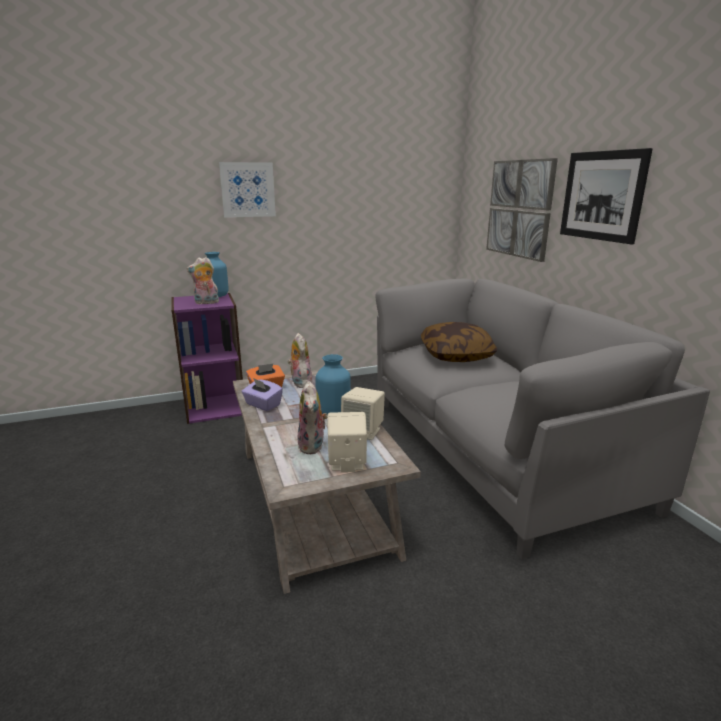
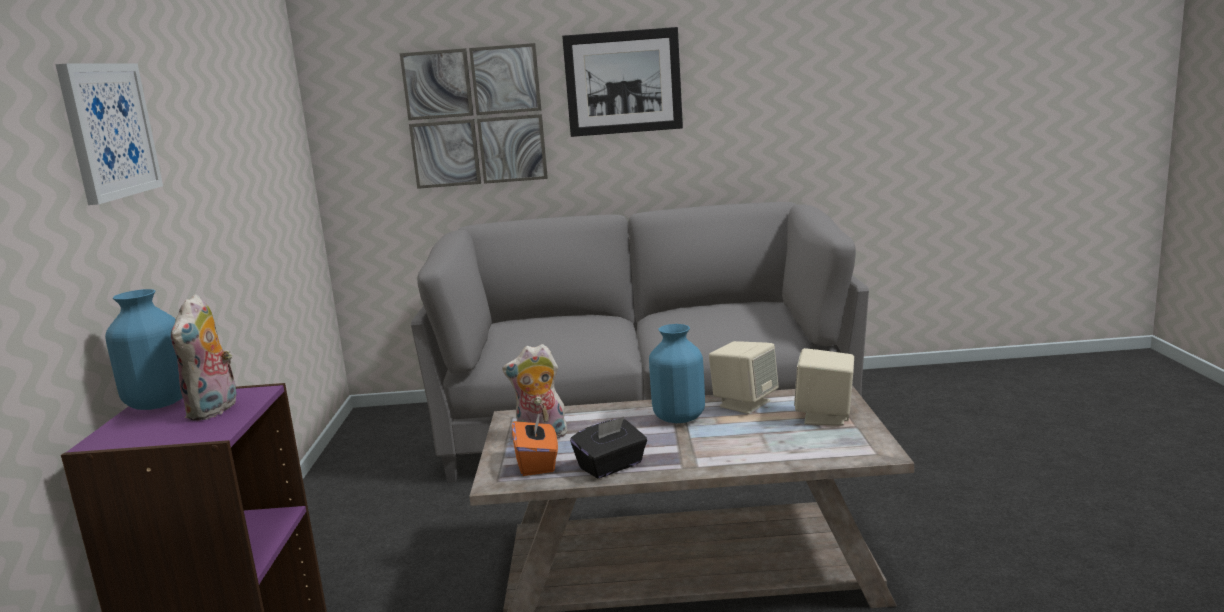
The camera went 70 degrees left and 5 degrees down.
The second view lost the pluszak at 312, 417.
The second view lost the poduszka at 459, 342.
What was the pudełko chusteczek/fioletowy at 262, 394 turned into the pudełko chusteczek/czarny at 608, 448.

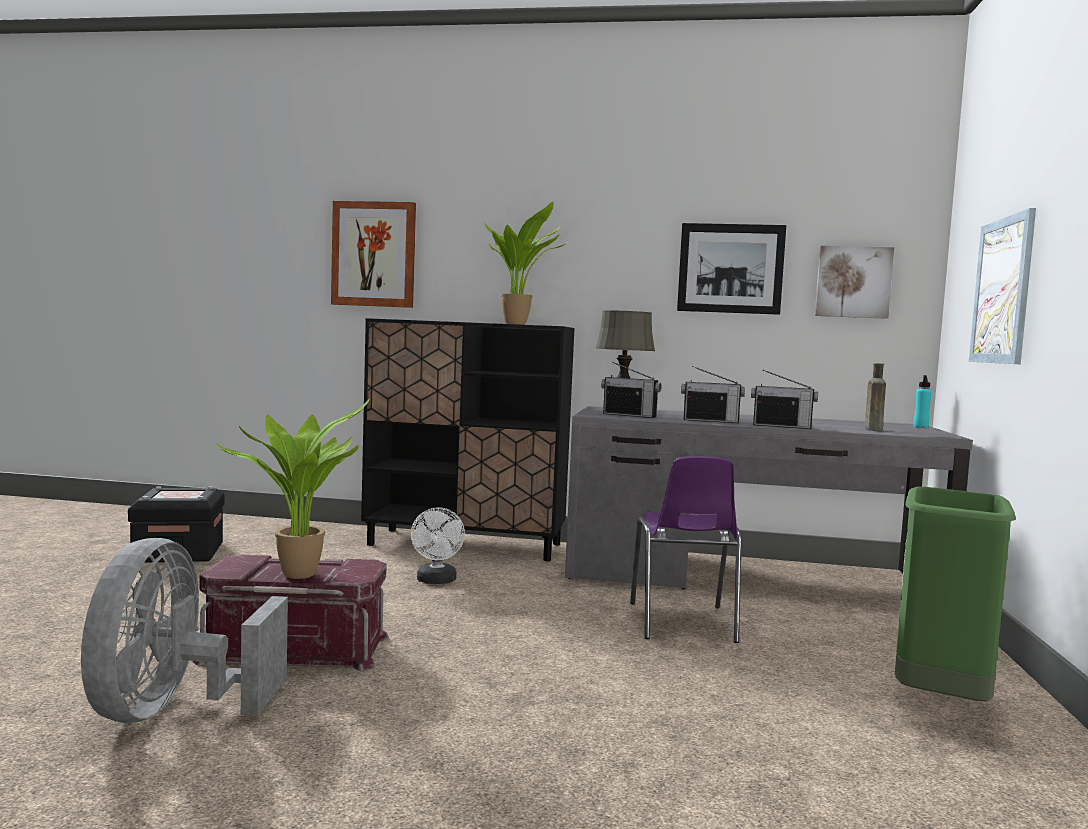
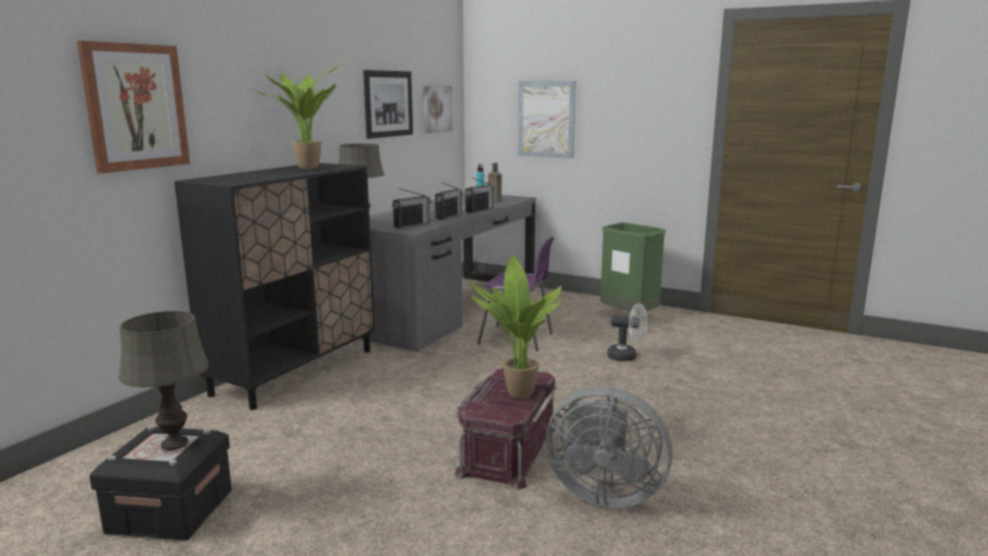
The camera went 70 degrees left and 10 degrees up.
The second view gained the lampa stołowa/szary at 163, 380.
The wentylator/biały ended up elsewhere, having gone from 438, 545 to 627, 332.

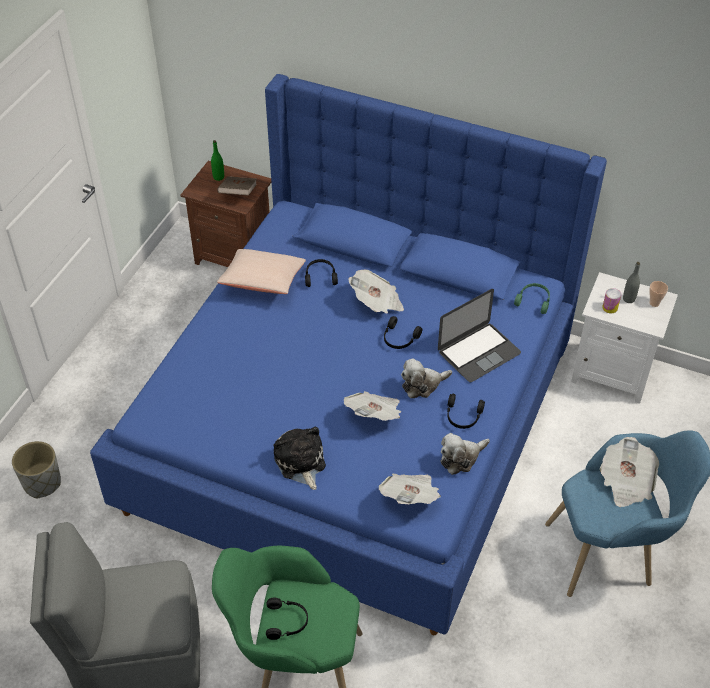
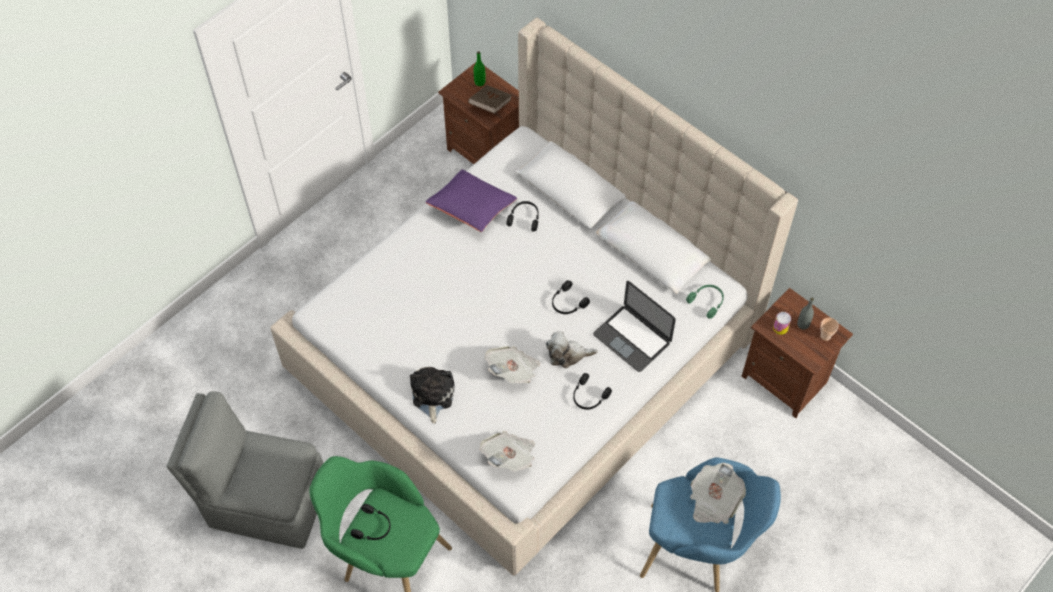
The camera went 20 degrees right and 10 degrees up.
The second view lost the donica/szary at 36, 470.
The second view lost the gazeta at 376, 291.
The second view lost the pluszak at 465, 454.
What was the łóżko/niebieski at 348, 354 turned into the łóżko/beżowy at 534, 297.
What was the poduszka/beżowy at 261, 271 turned into the poduszka/fioletowy at 471, 200.
What was the szafka nocna/biały at 624, 338 turned into the szafka nocna/brązowy at 797, 353.
The laptop at 479, 335 ended up facing another way, 60 degrees clockwise from before.

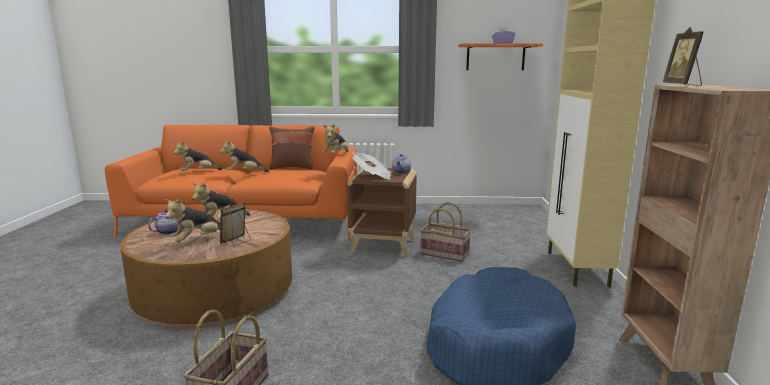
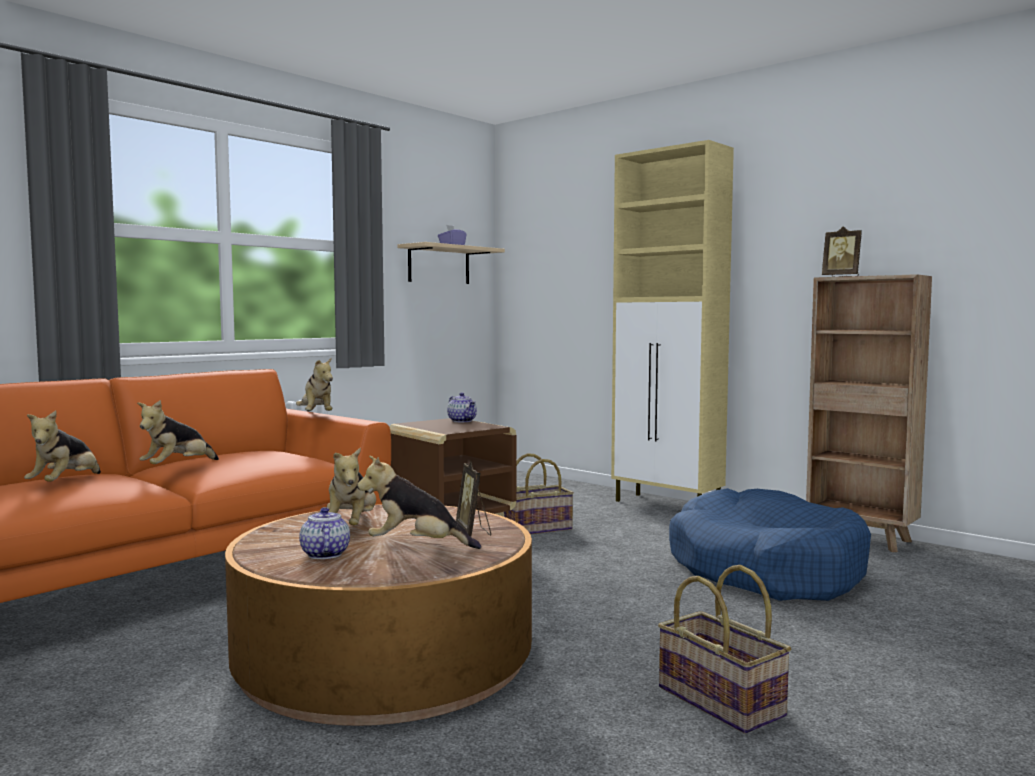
The camera went 50 degrees left and 10 degrees down.
The second view lost the poduszka/brązowy at 291, 148.
The second view lost the gazeta at 372, 166.
What was the półka/pomarańczowy at 500, 56 turned into the półka/beżowy at 451, 263.
The pluszak at 192, 220 ended up facing another way, 105 degrees clockwise from before.

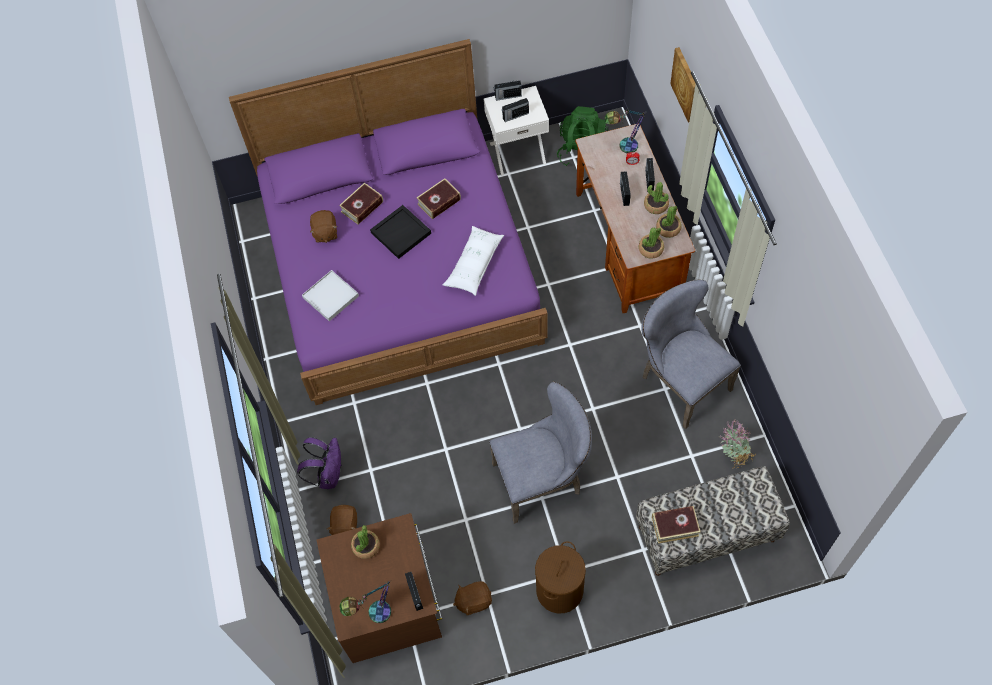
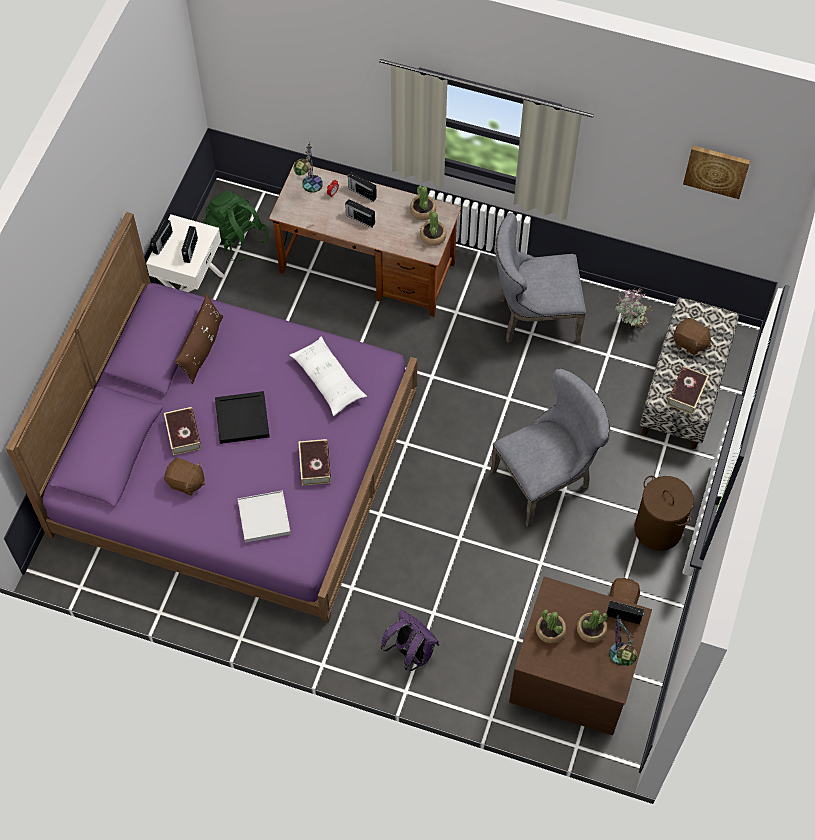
The camera went 60 degrees left and 0 degrees up.
The second view gained the poduszka/brązowy at 199, 339.
The pluszak/brązowy ended up elsewhere, having gone from 342, 520 to 692, 336.
The książka ended up elsewhere, having gone from 439, 198 to 314, 462.
The roślina doniczkowa ended up elsewhere, having gone from 656, 198 to 592, 626.
The obraz ended up elsewhere, having gone from 683, 85 to 717, 172.
The krzesło/szary at 540, 453 ended up facing another way, 45 degrees clockwise from before.

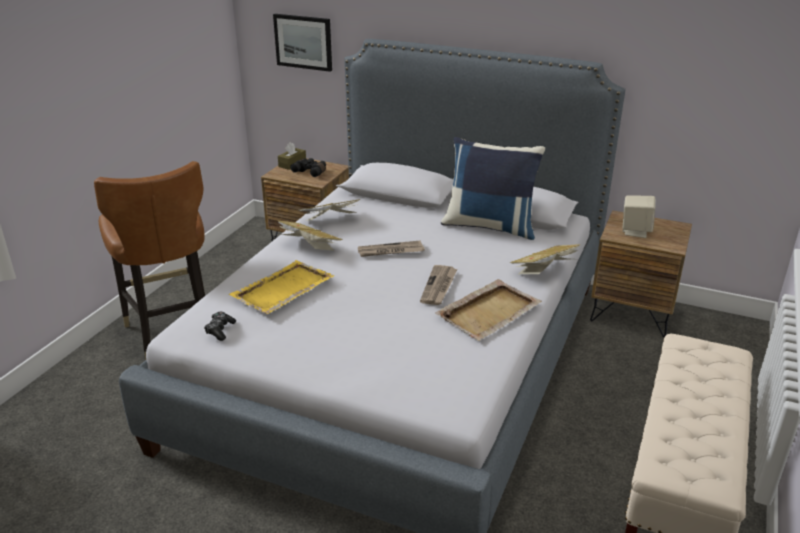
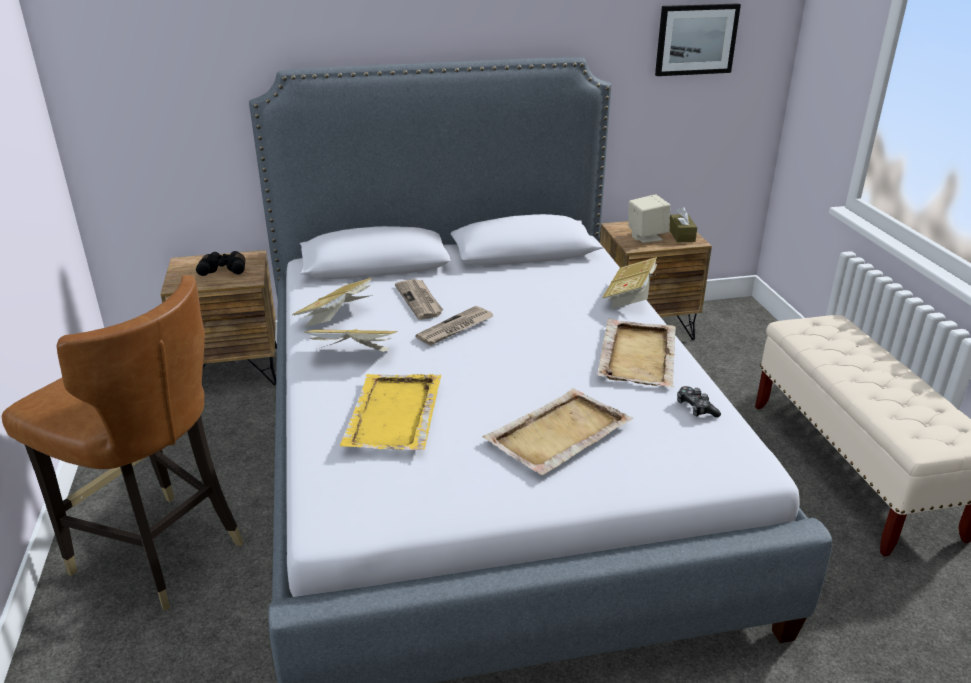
The camera went 35 degrees left and 0 degrees up.
The second view lost the poduszka/niebieski at 493, 188.
The second view gained the taca/beżowy at 558, 431.
The pad do gier ended up elsewhere, having gone from 220, 326 to 699, 402.
The obraz ended up elsewhere, having gone from 302, 43 to 698, 39.
The pudełko chusteczek/brązowy ended up elsewhere, having gone from 292, 156 to 683, 224.
The gazeta ended up elsewhere, having gone from 438, 285 to 419, 299.

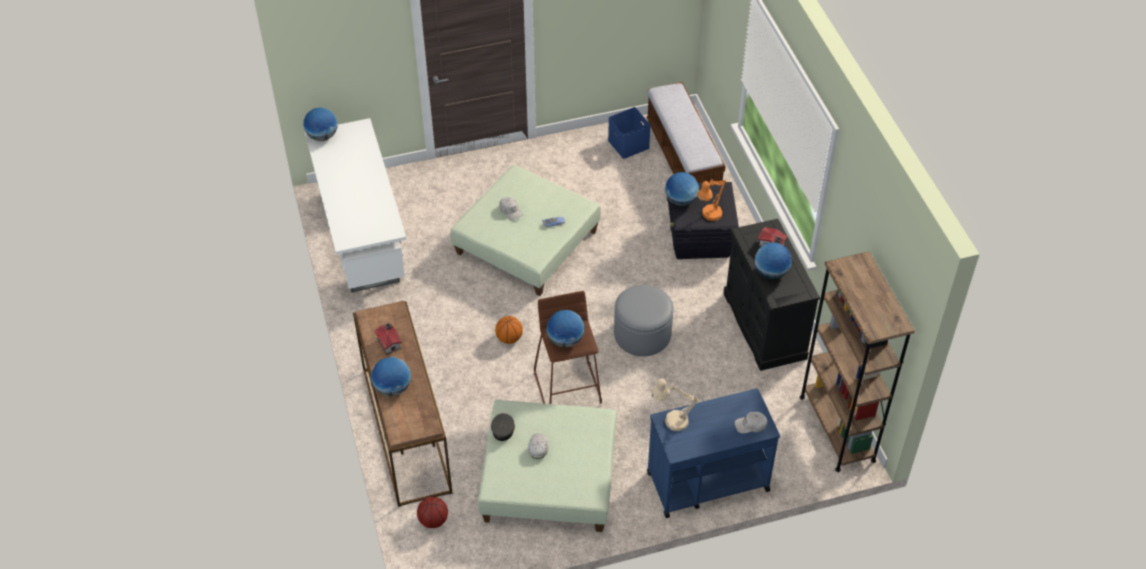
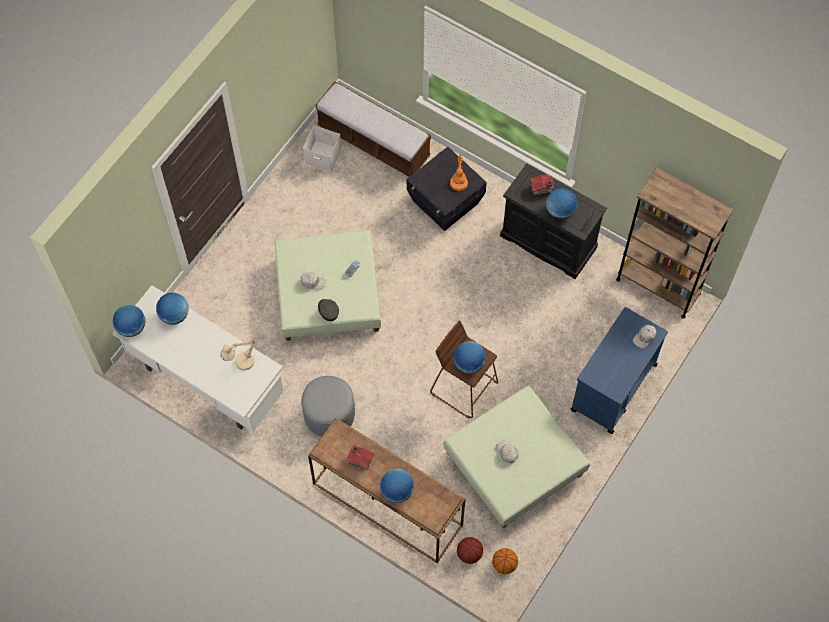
The camera went 40 degrees left and 15 degrees up.
The czapka z daszkiem/szary ended up elsewhere, having gone from 503, 427 to 328, 310.
The piłka do koszykówki ended up elsewhere, having gone from 509, 330 to 505, 561.
The pufa/szary ended up elsewhere, having gone from 644, 321 to 328, 406.
The lampa stołowa/beżowy ended up elsewhere, having gone from 675, 405 to 238, 354.
The globus ended up elsewhere, having gone from 682, 189 to 172, 309.
What was the pojemnik do przechowywania/niebieski at 629, 133 turned into the pojemnik do przechowywania/biały at 322, 149.

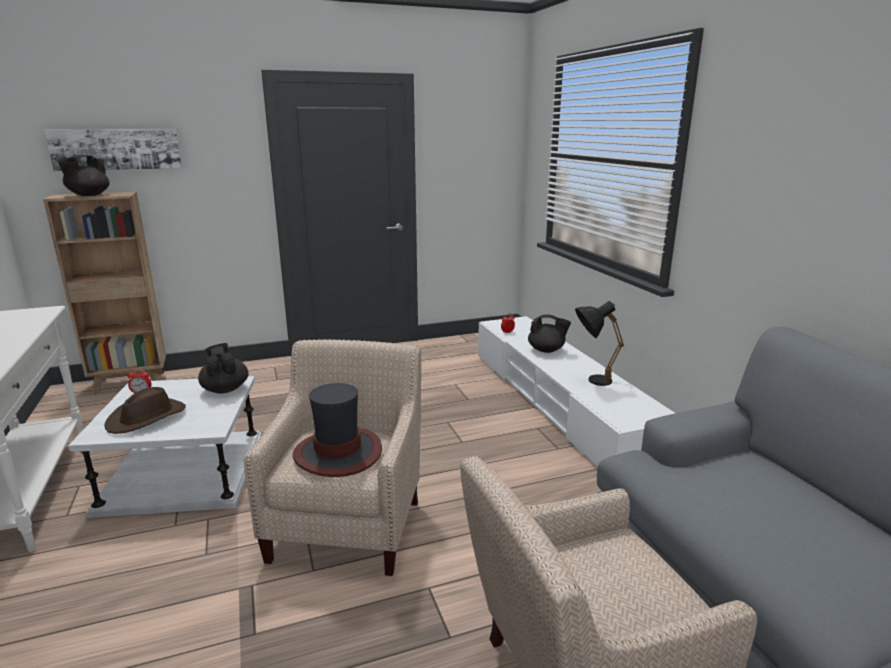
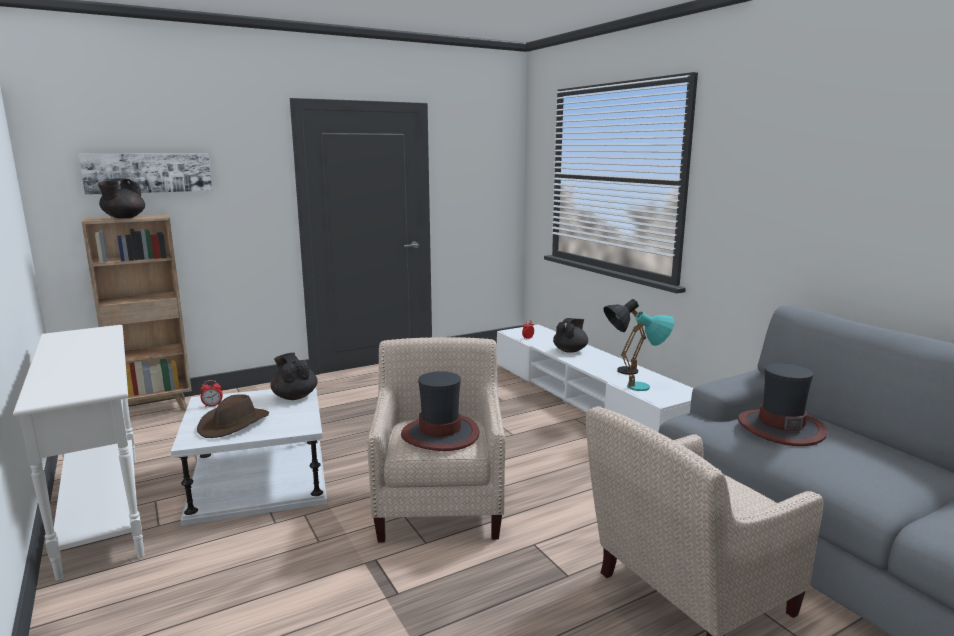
The camera went 10 degrees left and 5 degrees down.
The second view gained the lampa stołowa/turkusowy at 647, 351.
The second view gained the kapelusz at 782, 404.
The imbryk/czarny at 549, 333 ended up facing another way, 60 degrees counterclockwise from before.

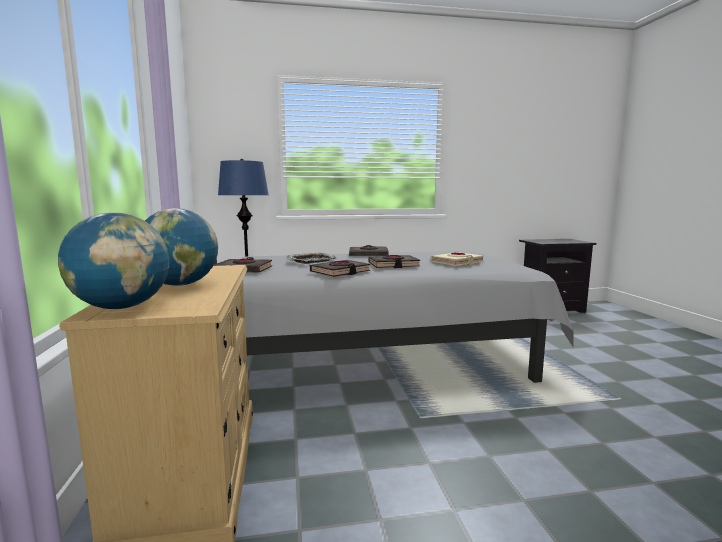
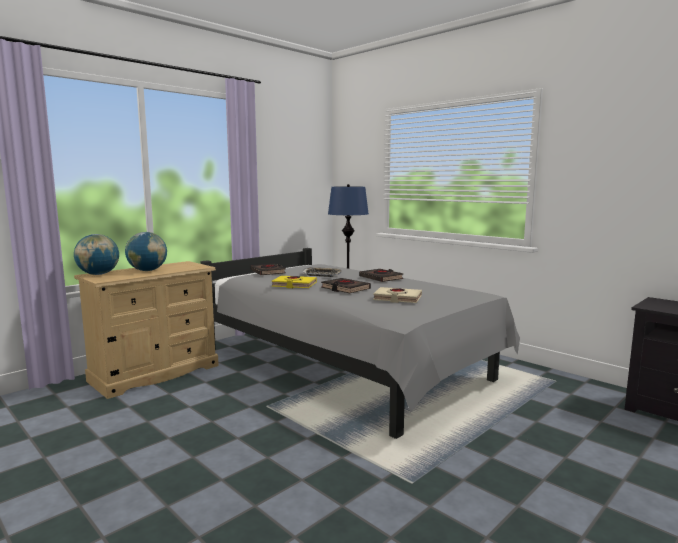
The camera went 55 degrees right and 0 degrees up.
What was the książka/czarny at 340, 268 turned into the książka/żółty at 294, 282.

